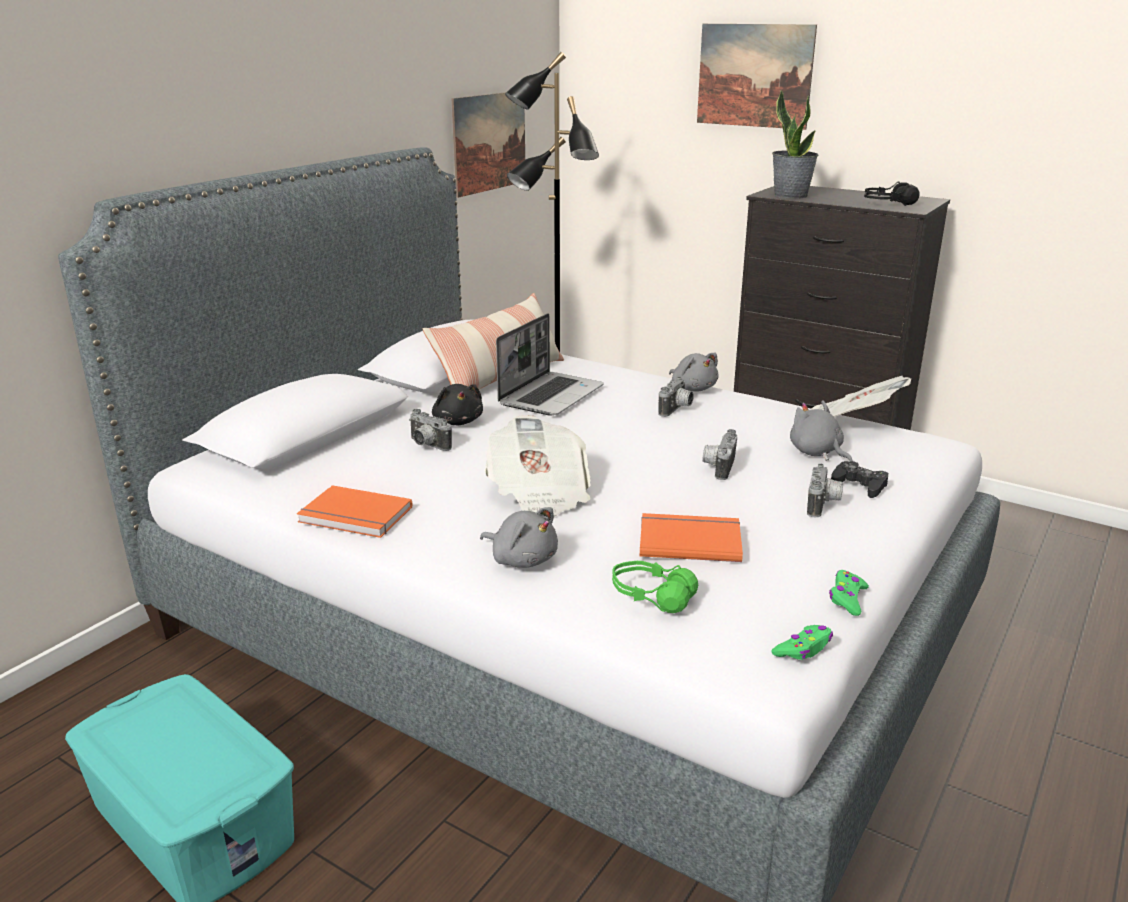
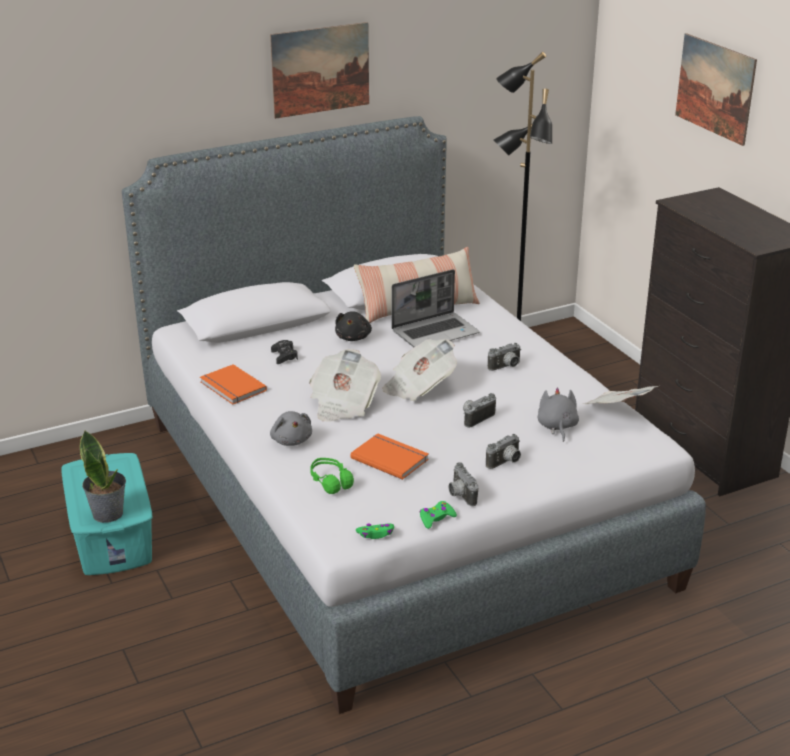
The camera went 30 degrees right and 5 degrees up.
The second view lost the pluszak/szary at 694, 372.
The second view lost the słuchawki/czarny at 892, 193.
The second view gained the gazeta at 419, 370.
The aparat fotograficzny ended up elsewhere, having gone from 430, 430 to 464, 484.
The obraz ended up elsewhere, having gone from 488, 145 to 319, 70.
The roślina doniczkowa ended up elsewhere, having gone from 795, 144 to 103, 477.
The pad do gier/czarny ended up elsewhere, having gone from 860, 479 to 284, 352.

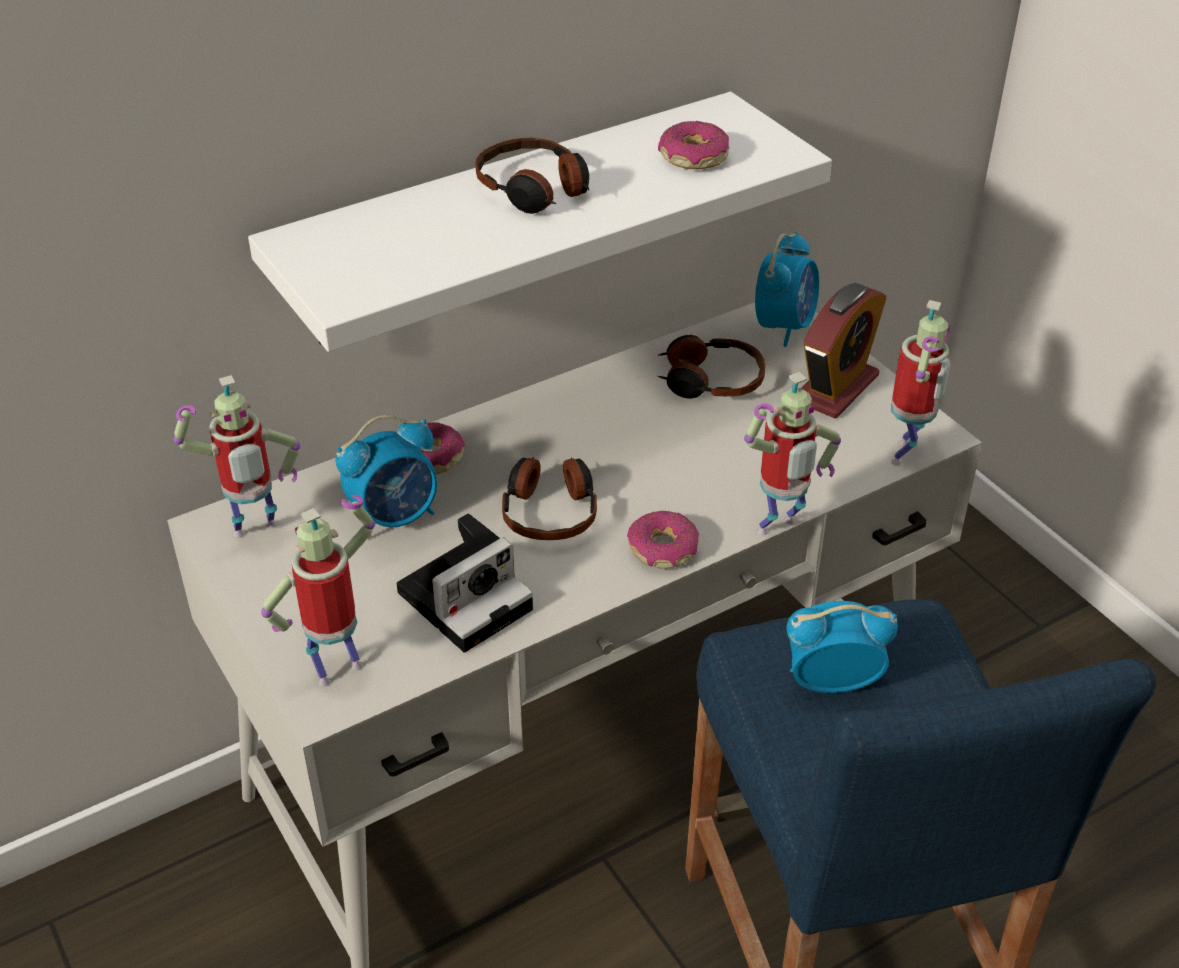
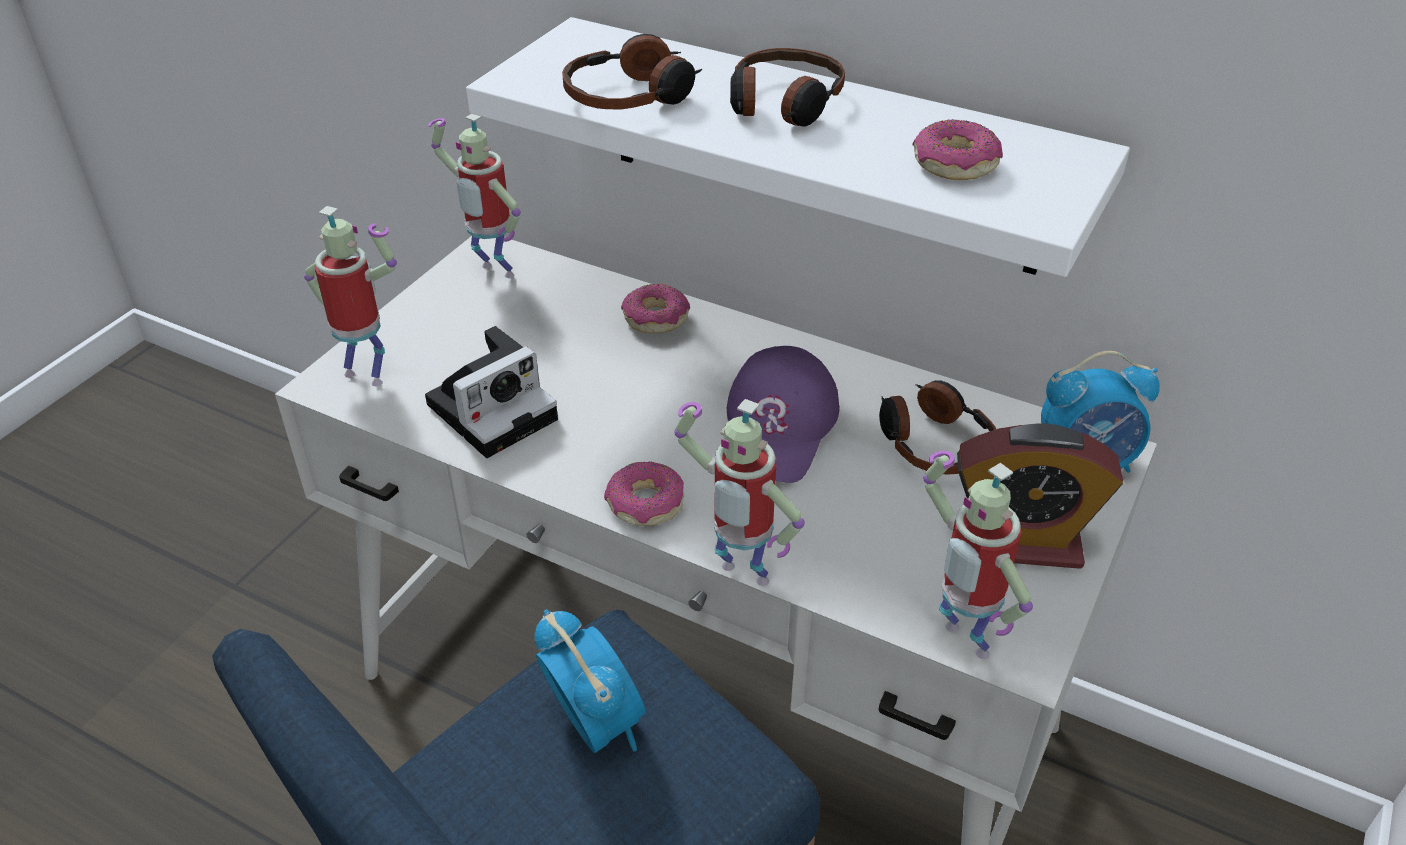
The camera went 60 degrees right and 0 degrees up.
The second view lost the budzik at 386, 471.
The second view gained the czapka z daszkiem/fioletowy at 783, 414.
The słuchawki ended up elsewhere, having gone from 549, 498 to 632, 71.
The aparat fotograficzny at 465, 583 ended up facing another way, 60 degrees counterclockwise from before.
The robot zabawkowy at 921, 383 ended up facing another way, 60 degrees clockwise from before.

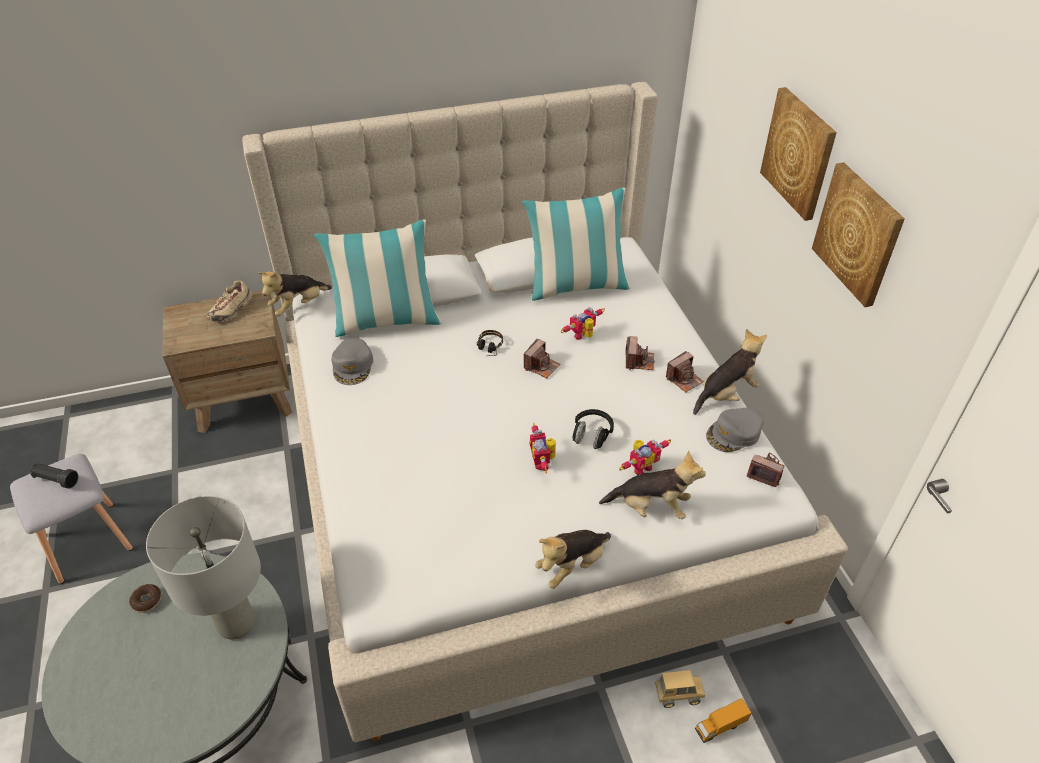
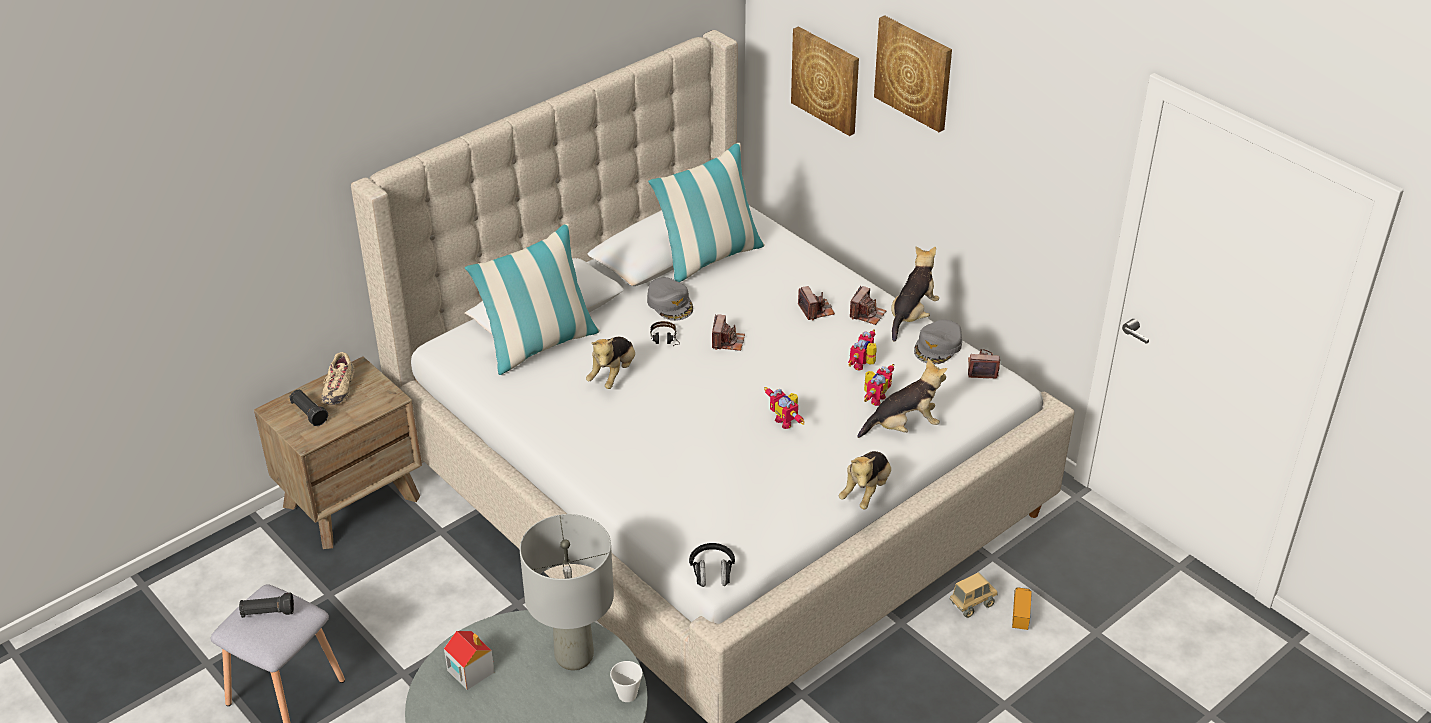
The camera went 25 degrees left and 5 degrees down.
The second view gained the latarka/czarny at 308, 408.
The second view gained the filiżanka at 626, 681.
The pluszak ended up elsewhere, having gone from 294, 293 to 610, 363.
The czapka z daszkiem/szary ended up elsewhere, having gone from 352, 361 to 670, 299.
The robot zabawkowy ended up elsewhere, having gone from 583, 323 to 862, 350.
The słuchawki/czarny ended up elsewhere, having gone from 593, 429 to 712, 565.
The obraz ended up elsewhere, having gone from 858, 234 to 825, 81.
Where the donut stood at 145, 598, the domek came to stand at 469, 660.
The ciężarówka zabawkowa at 723, 720 ended up facing another way, 150 degrees clockwise from before.

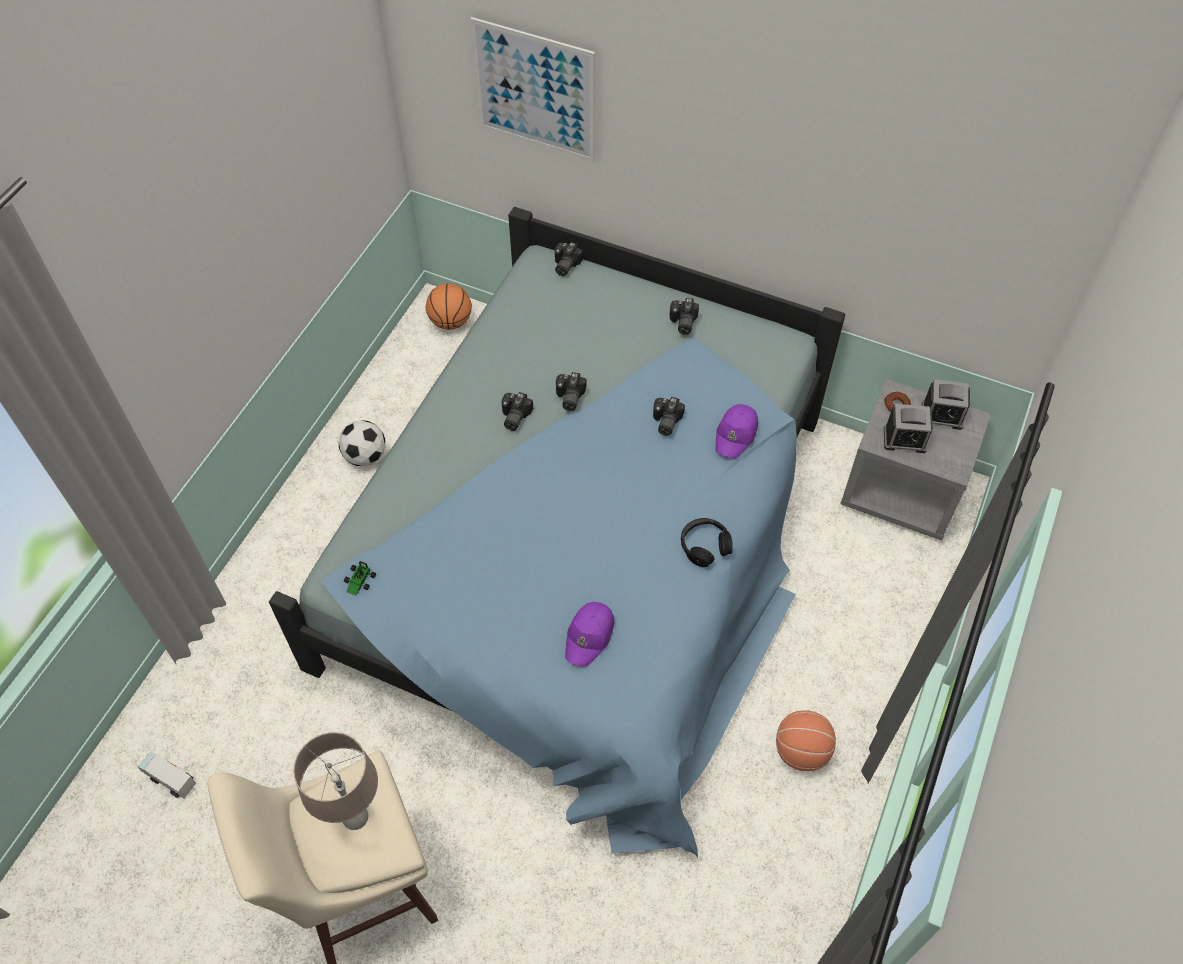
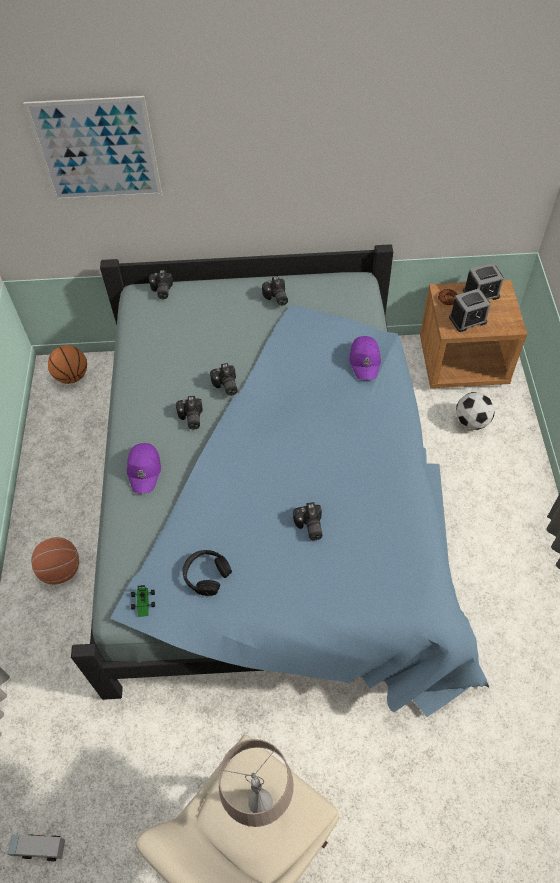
The camera went 25 degrees left and 0 degrees up.
The piłka futbolowa ended up elsewhere, having gone from 362, 443 to 475, 411.
The czapka z daszkiem/fioletowy ended up elsewhere, having gone from 590, 634 to 144, 468.
The aparat fotograficzny ended up elsewhere, having gone from 669, 416 to 307, 521.
The słuchawki/czarny ended up elsewhere, having gone from 707, 542 to 207, 573.
The piłka do koszykówki ended up elsewhere, having gone from 806, 740 to 55, 560.
What was the szafka nocna/szary at 915, 460 turned into the szafka nocna/brązowy at 473, 334.

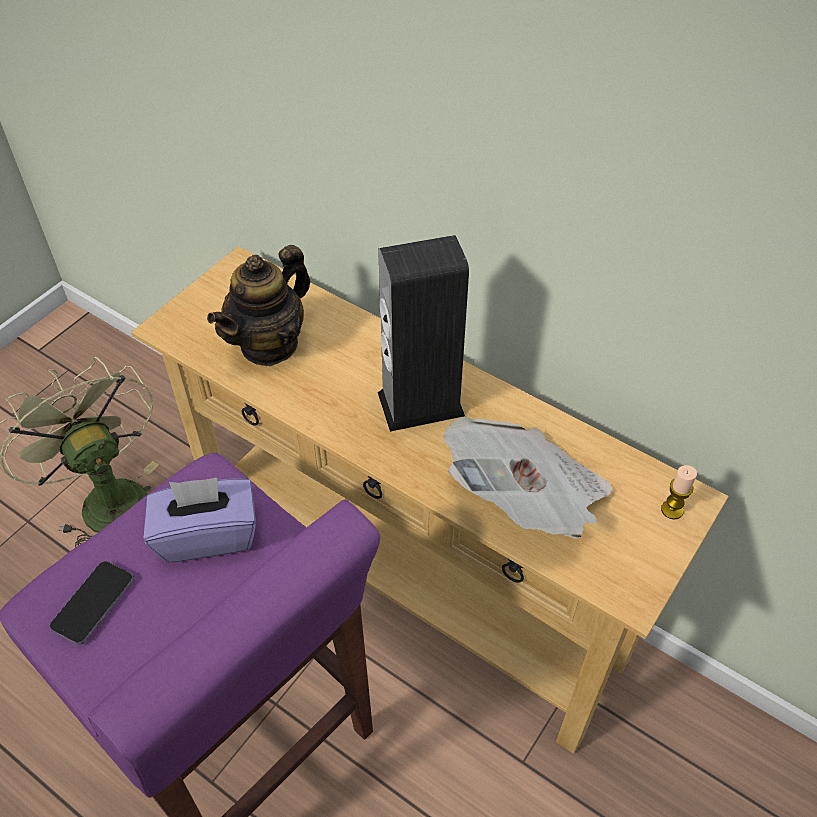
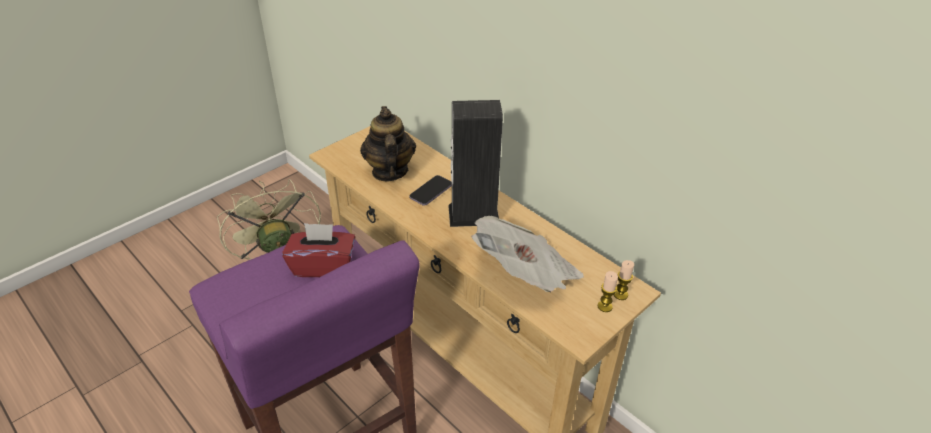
The camera went 10 degrees right and 10 degrees down.
The second view gained the świeca at 608, 291.
The telefon ended up elsewhere, having gone from 92, 603 to 430, 190.
What was the pudełko chusteczek/fioletowy at 200, 520 turned into the pudełko chusteczek/czerwony at 318, 250.
The imbryk at 258, 305 ended up facing another way, 120 degrees clockwise from before.

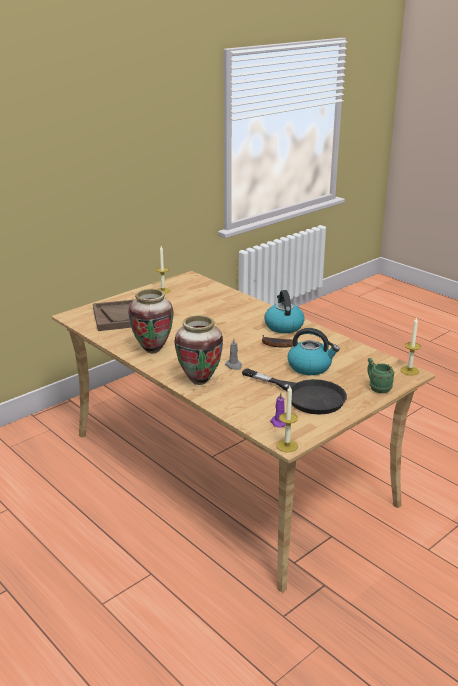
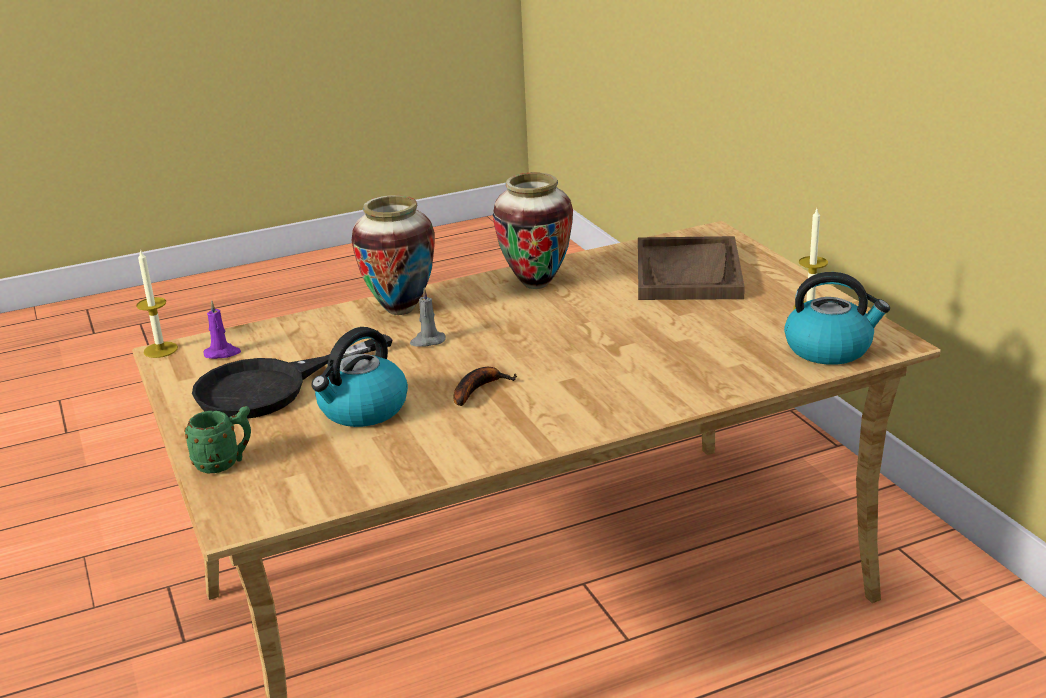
The camera went 110 degrees right and 0 degrees up.
The second view lost the świeca at 410, 346.
The czajnik ended up elsewhere, having gone from 284, 311 to 837, 318.

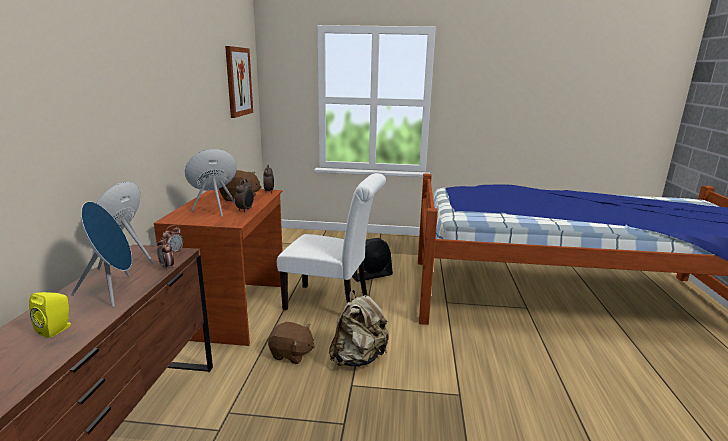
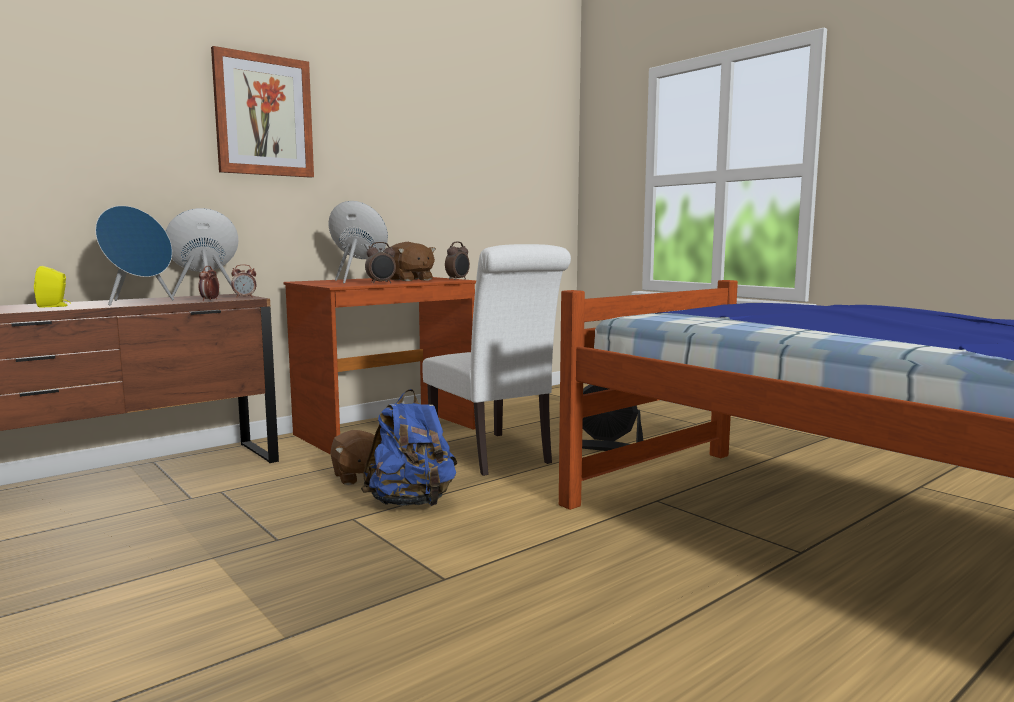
The camera went 45 degrees right and 10 degrees down.
The obraz ended up elsewhere, having gone from 239, 82 to 262, 112.
What was the plecak/beżowy at 359, 328 turned into the plecak/niebieski at 409, 447.

